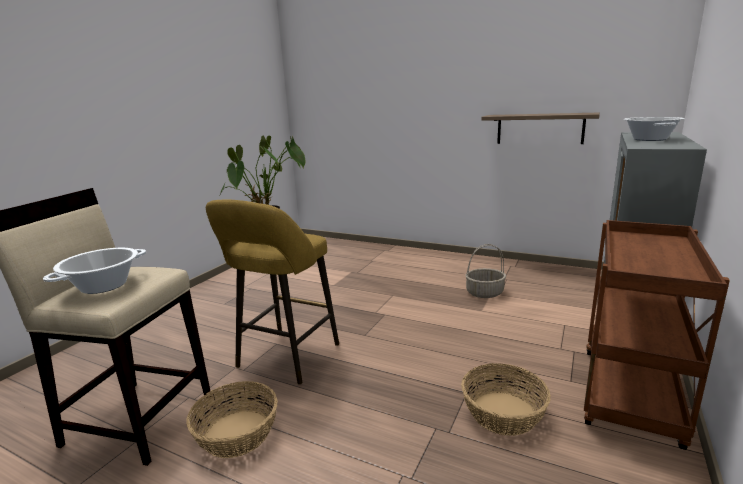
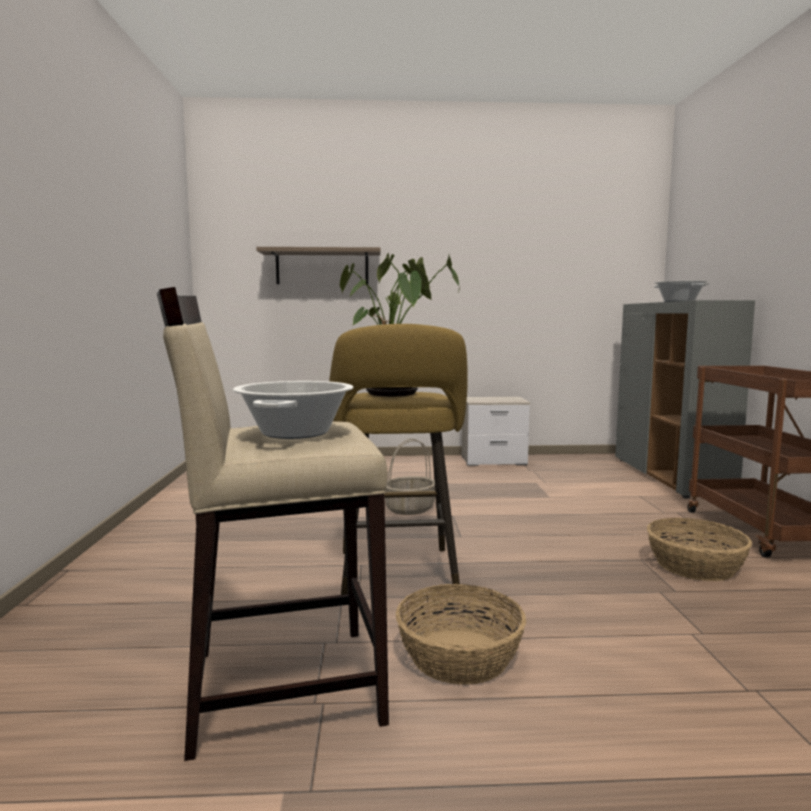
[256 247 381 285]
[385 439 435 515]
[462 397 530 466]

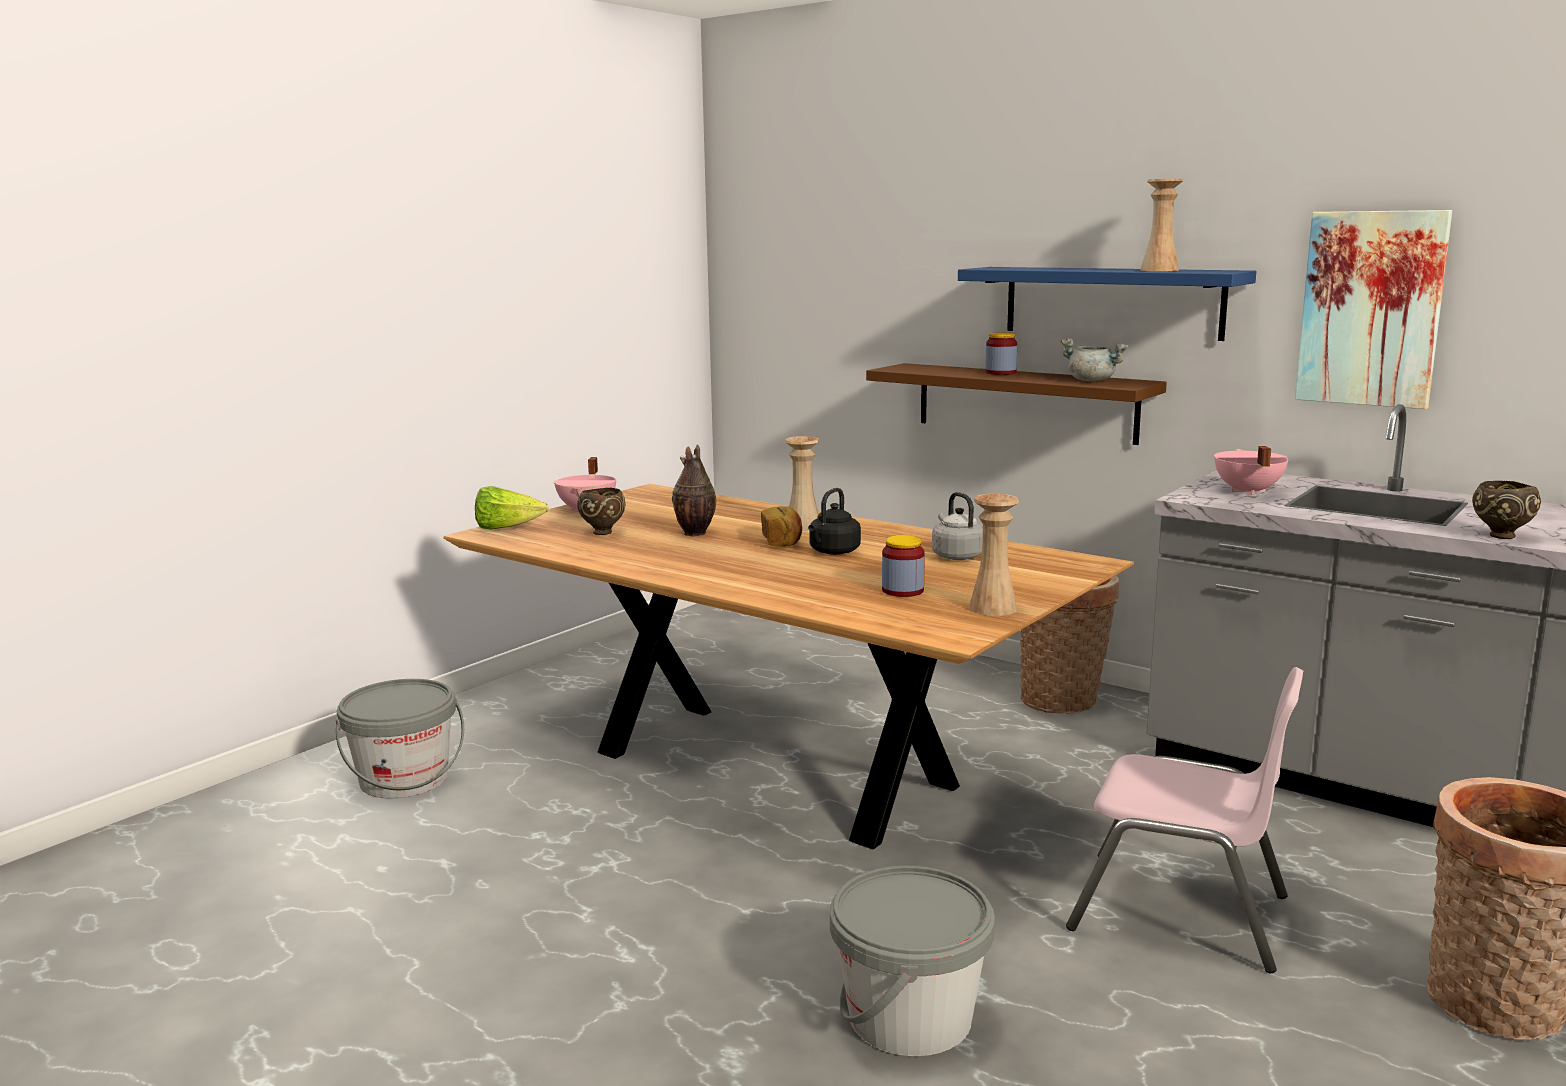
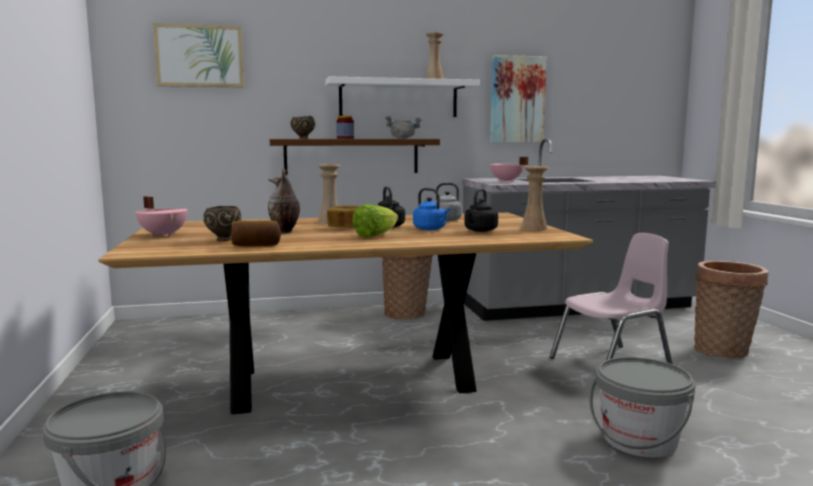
[325 76 480 117]
[291 116 315 139]
[352 204 398 237]
[464 188 498 232]
[153 23 244 88]
[413 188 450 230]
[231 220 281 247]

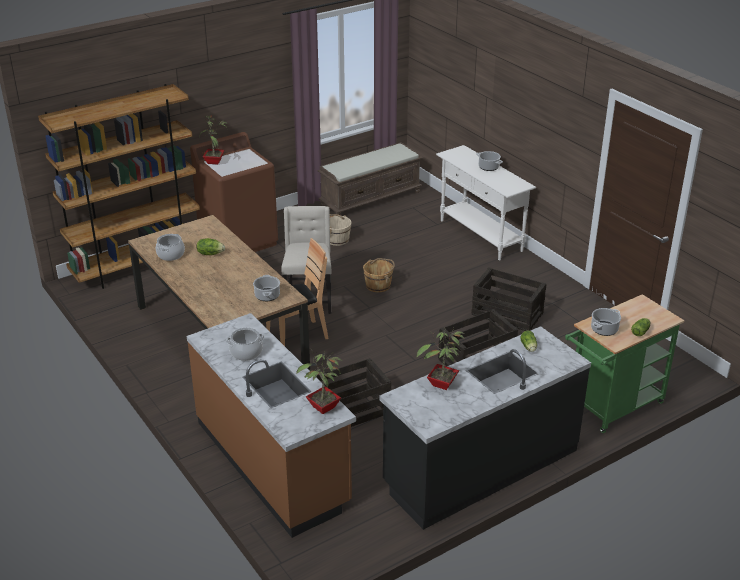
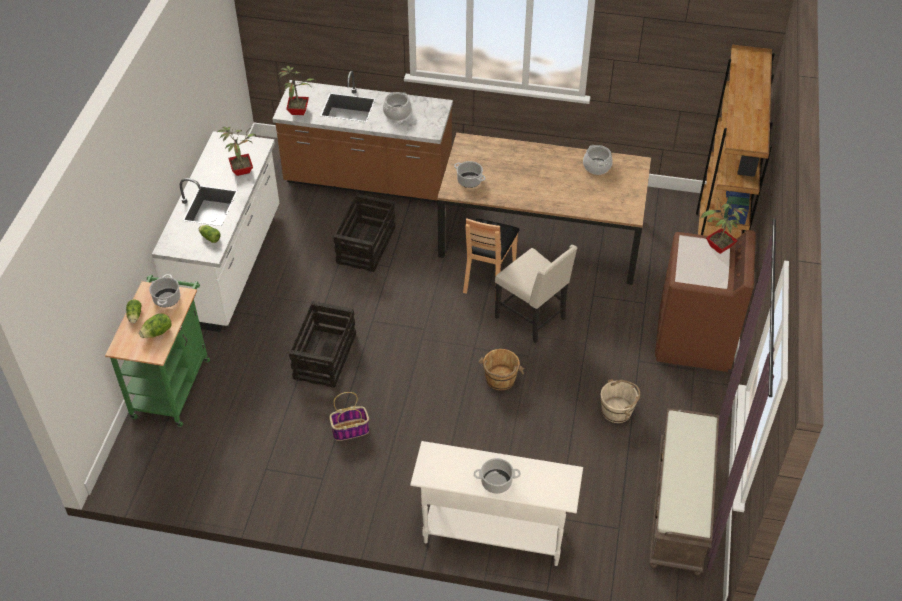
[139 313 172 338]
[329 392 369 441]
[152 131 279 332]

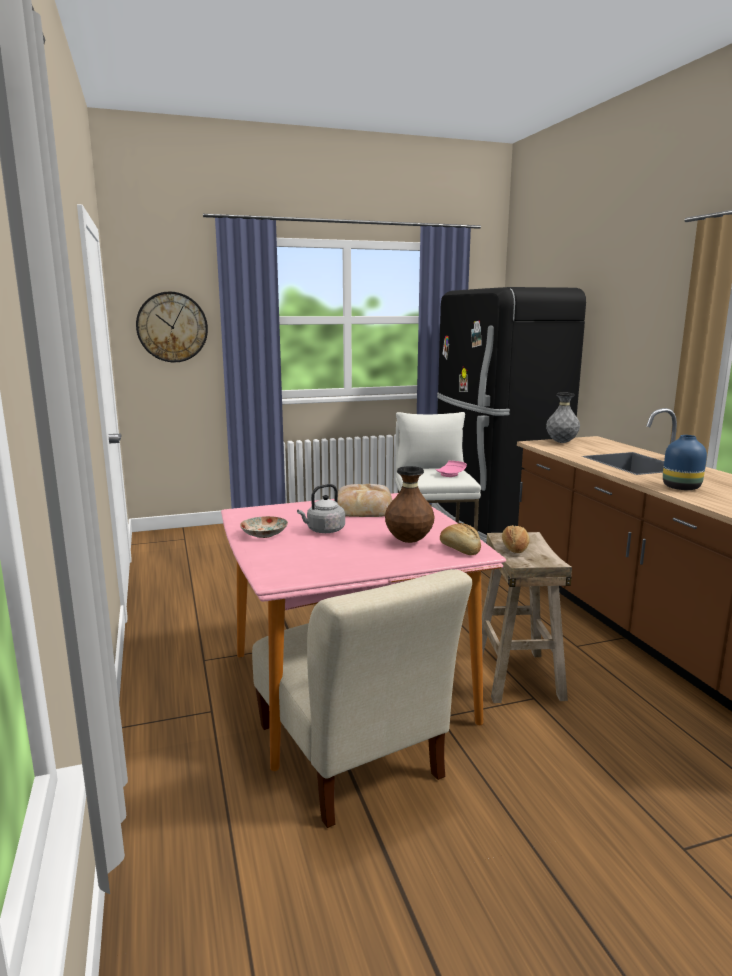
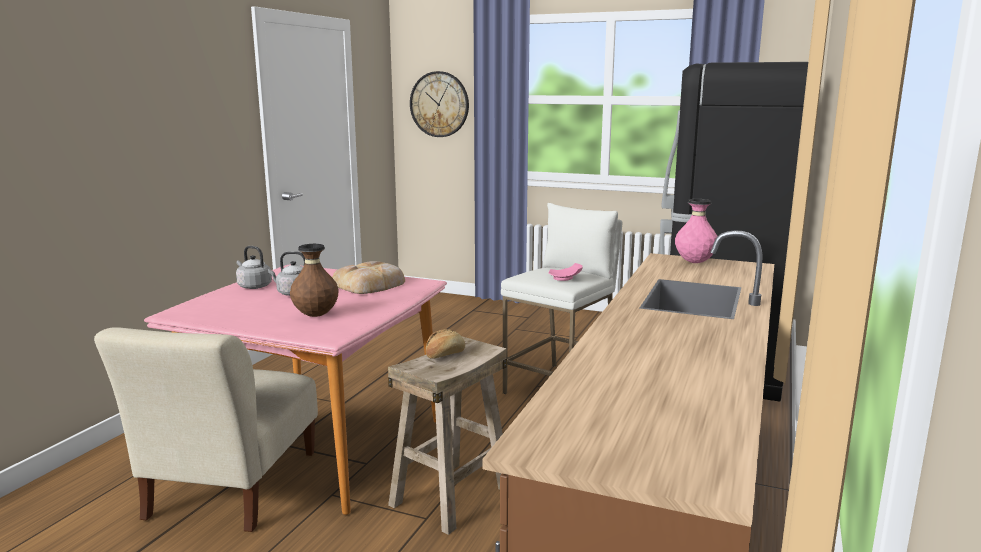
[675 199 718 263]
[663 435 707 490] (first image)
[236 246 272 289]
[440 523 481 555] (first image)

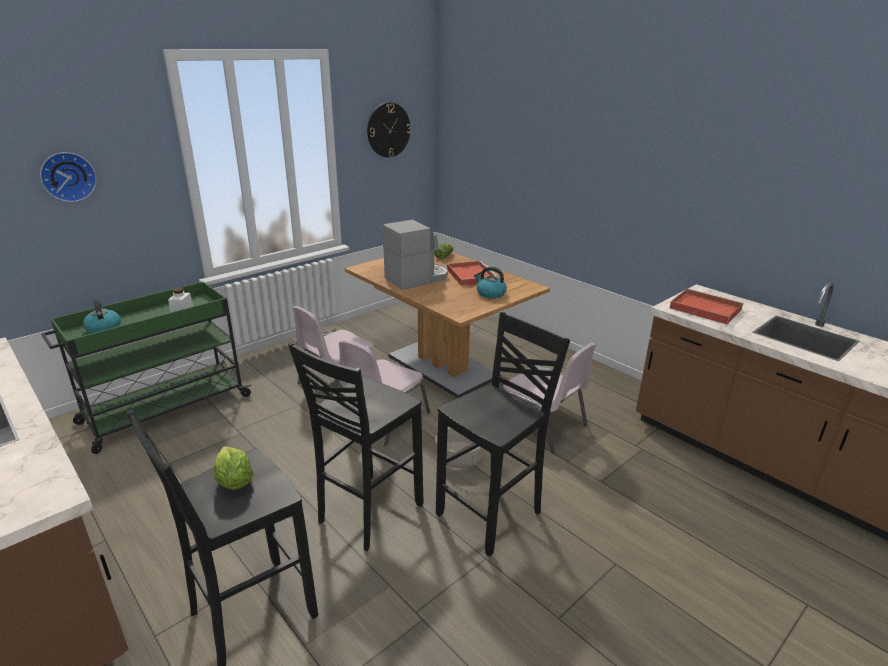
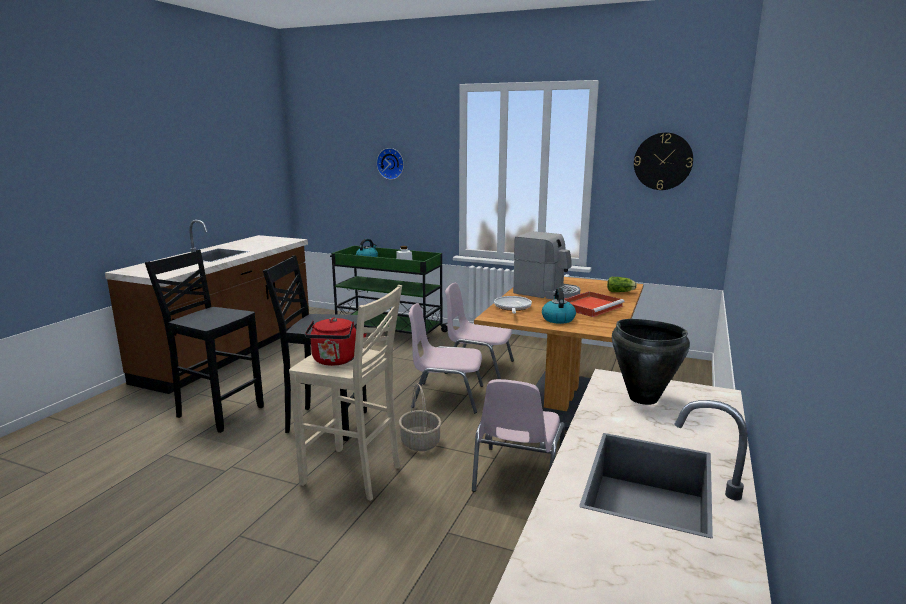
[612 319 690 405]
[289 285 402 501]
[214 446 253 490] (first image)
[494 296 532 313]
[305 317 367 366]

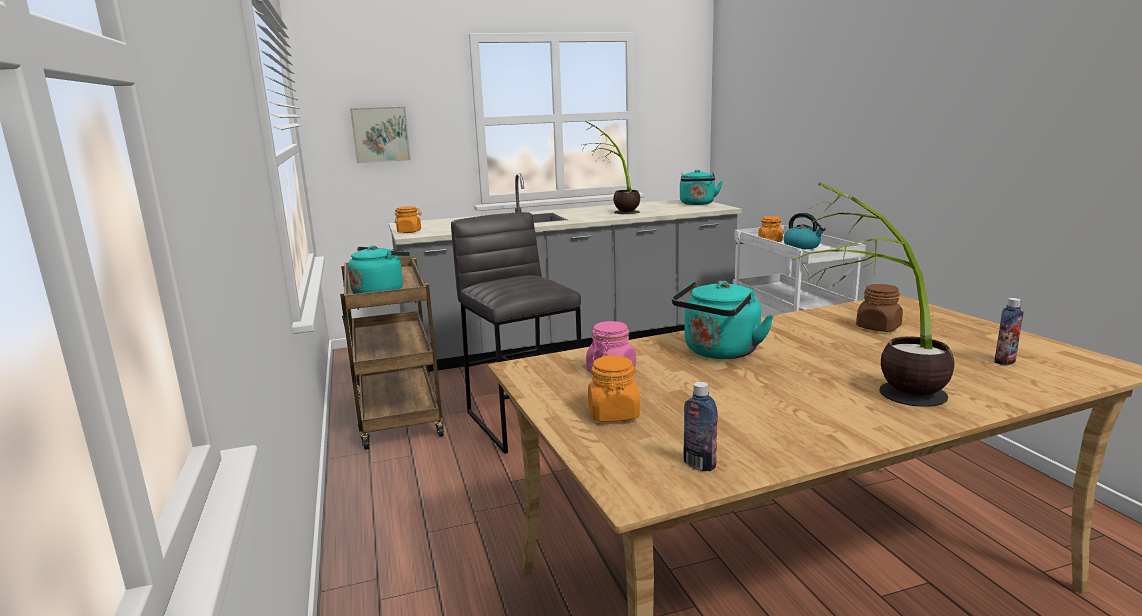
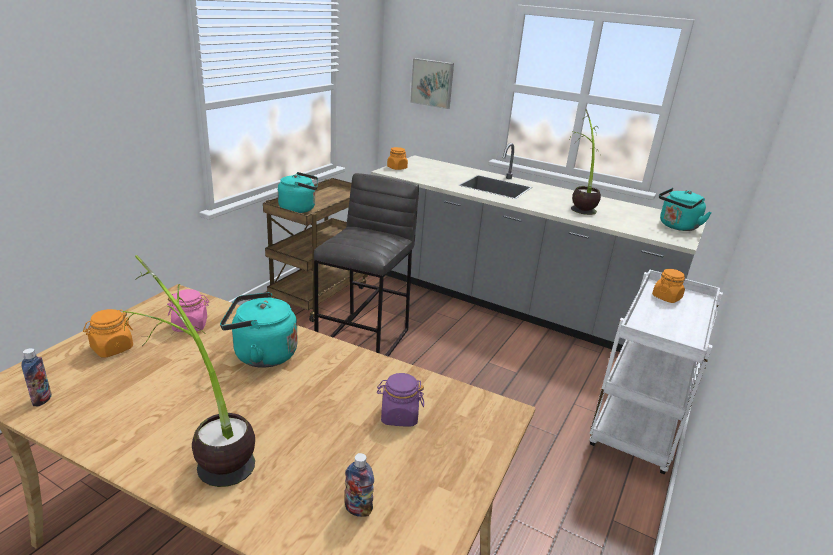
[783 213 826 249] (first image)
[377 373 424 426]

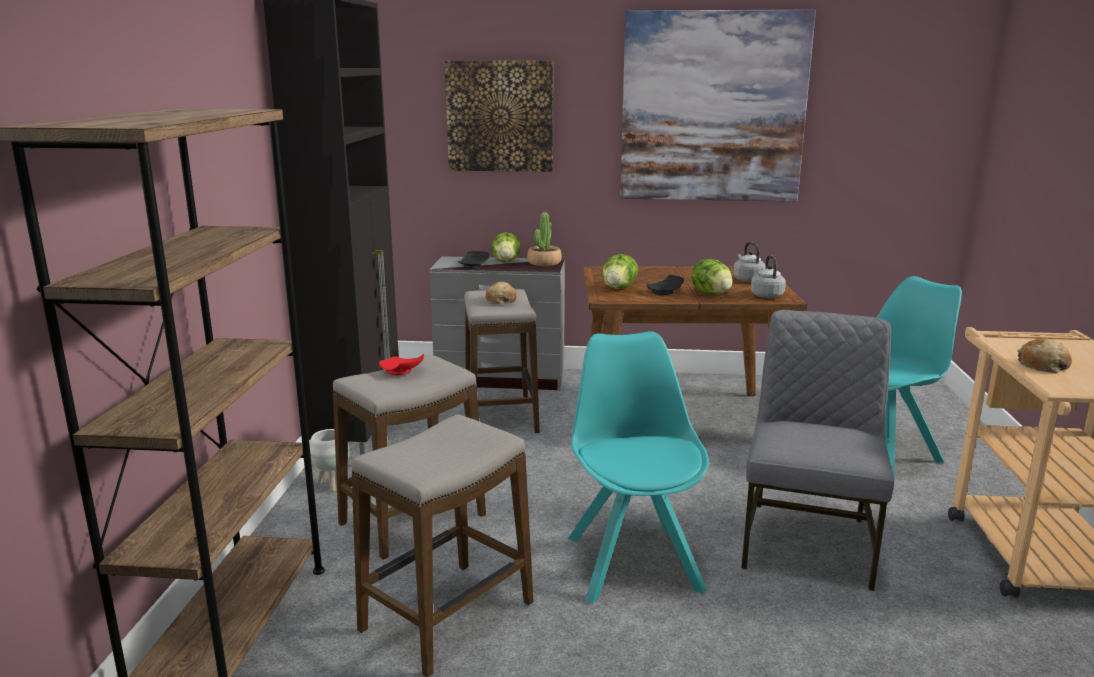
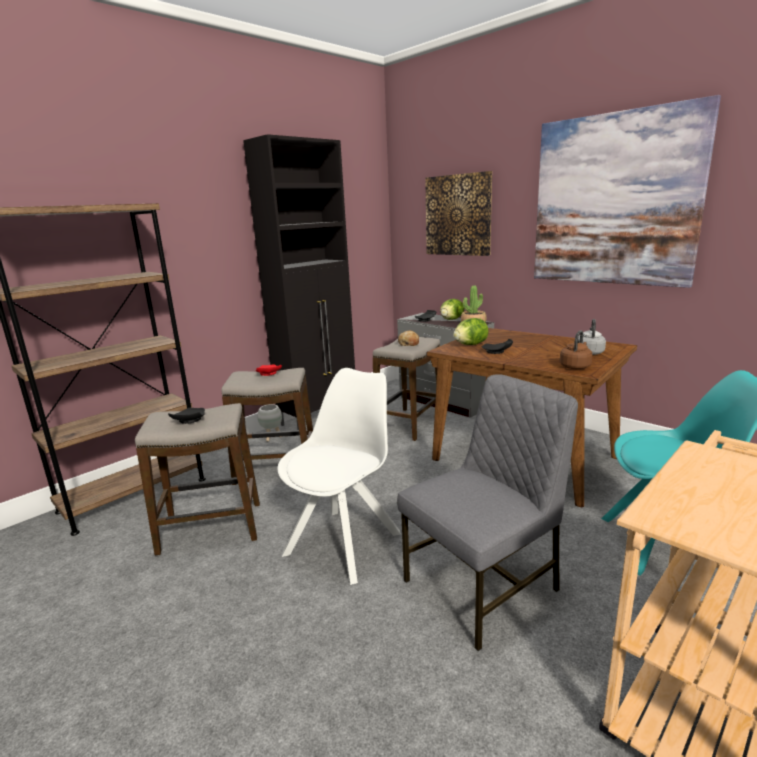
[560 330 593 369]
[691 259 733 295] (first image)
[278 368 401 585]
[1018 338 1072 373] (first image)
[168 408 205 424]

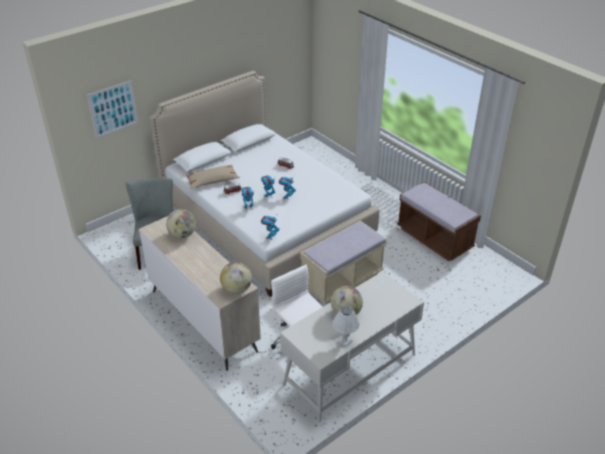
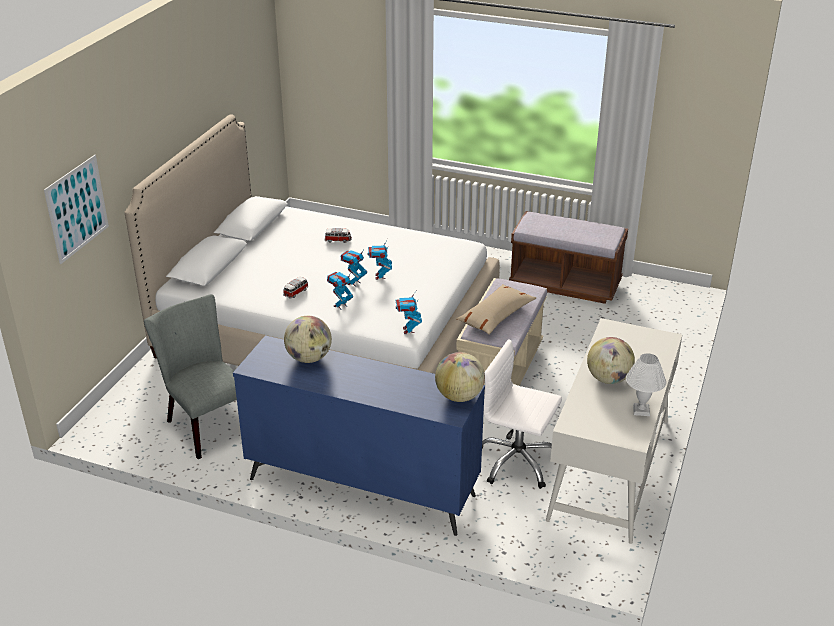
[456 284 537 334]
[233 335 485 536]

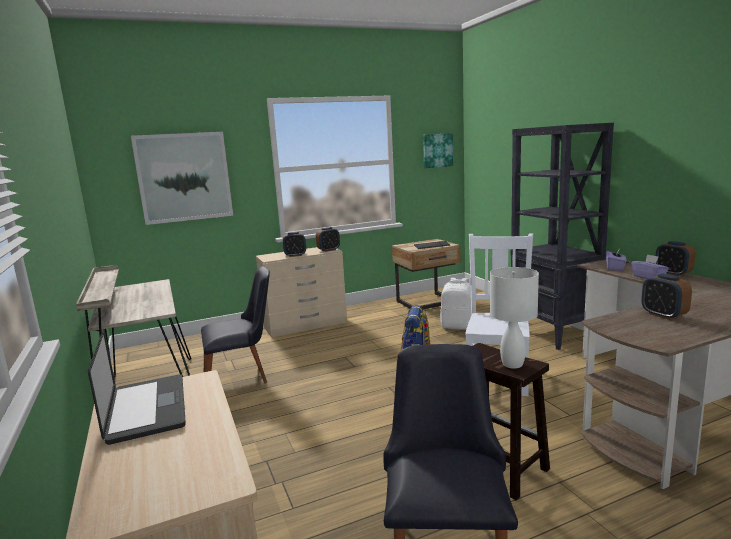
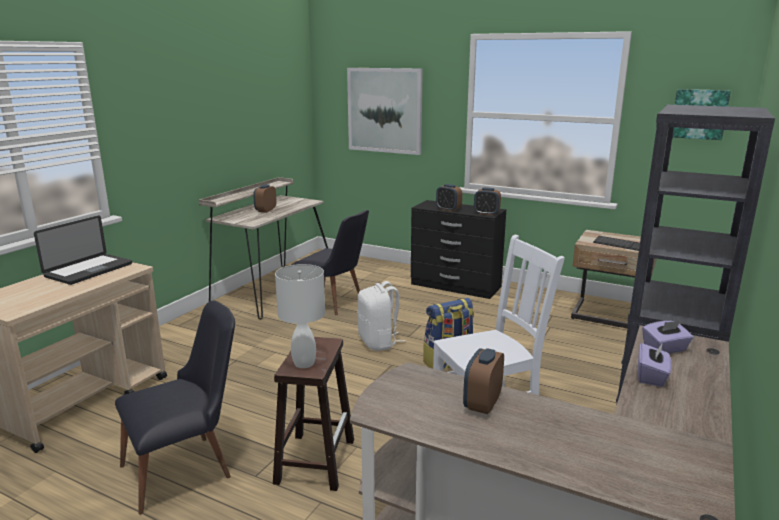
[253 184 277 213]
[411 200 506 299]
[357 281 405 351]

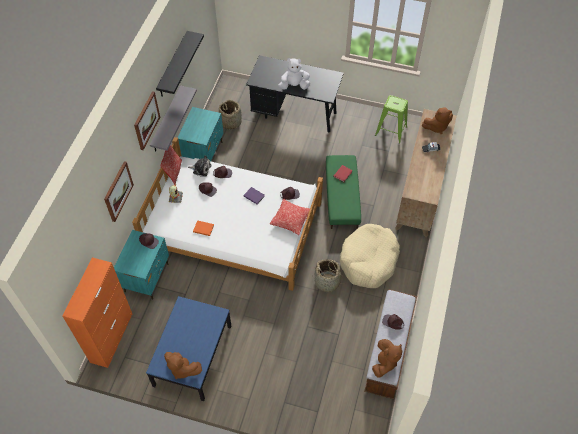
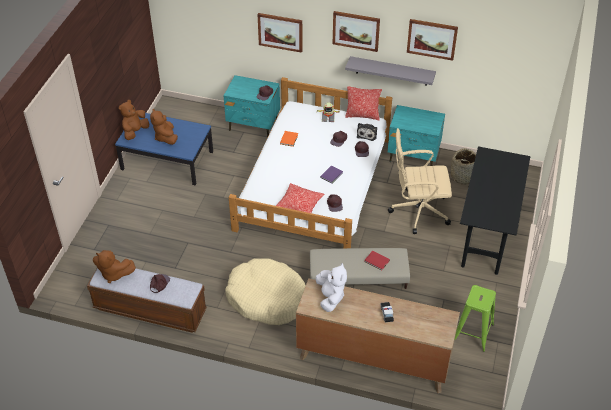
[407 19 458 61]
[316 263 347 312]
[150 108 178 145]
[310 248 410 289]
[62 257 132 368] (first image)
[312 259 345 292] (first image)
[388 128 452 234]

